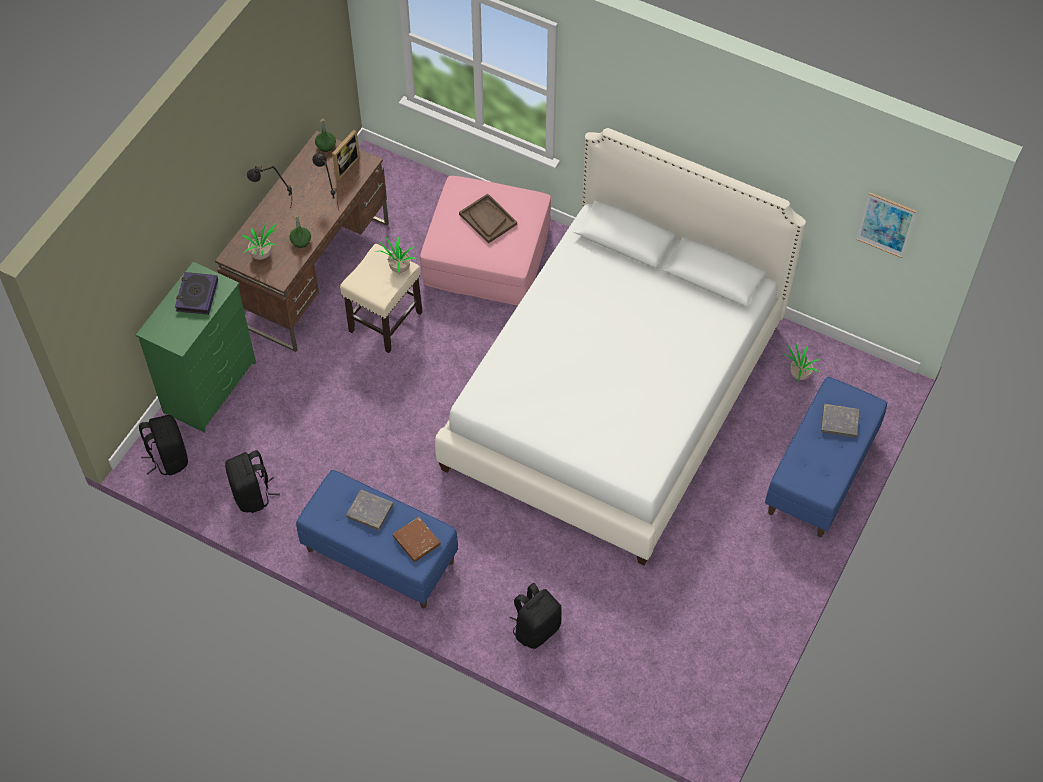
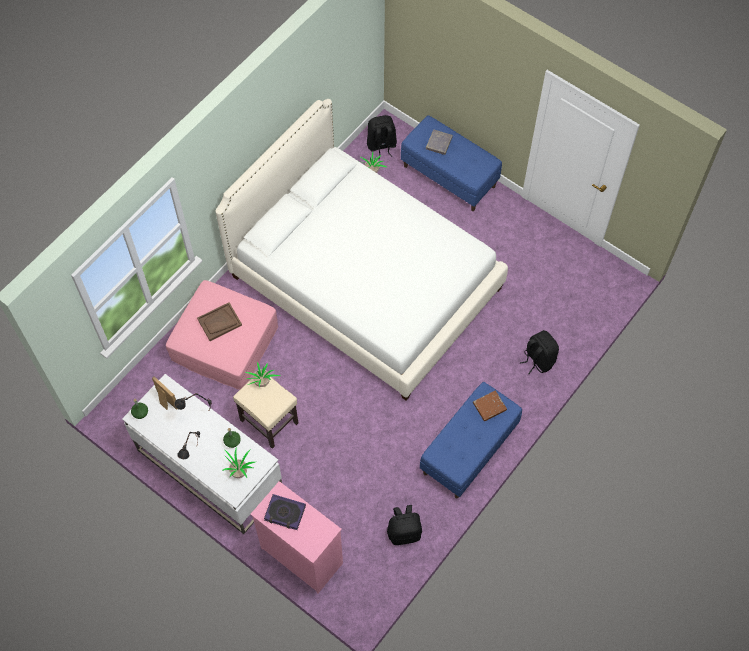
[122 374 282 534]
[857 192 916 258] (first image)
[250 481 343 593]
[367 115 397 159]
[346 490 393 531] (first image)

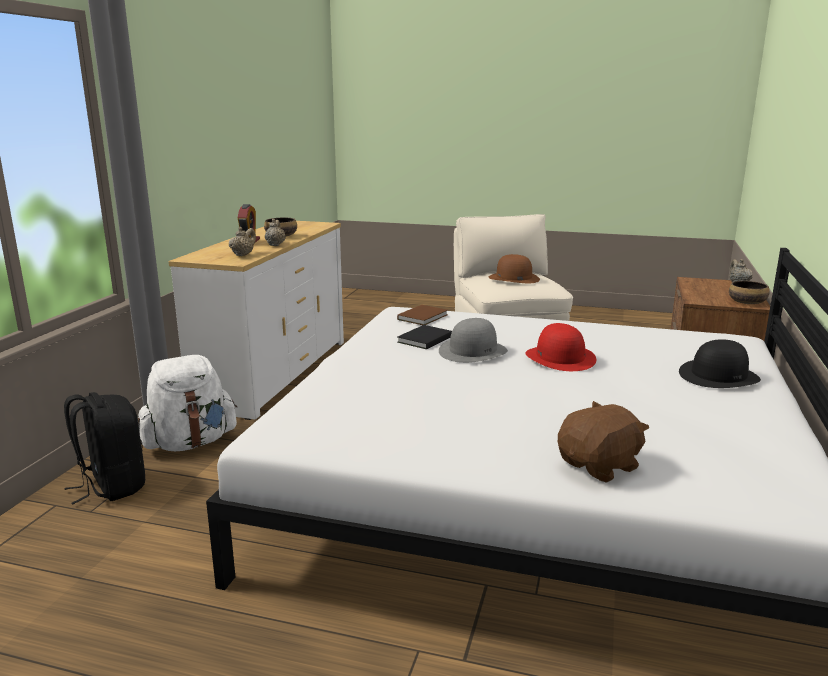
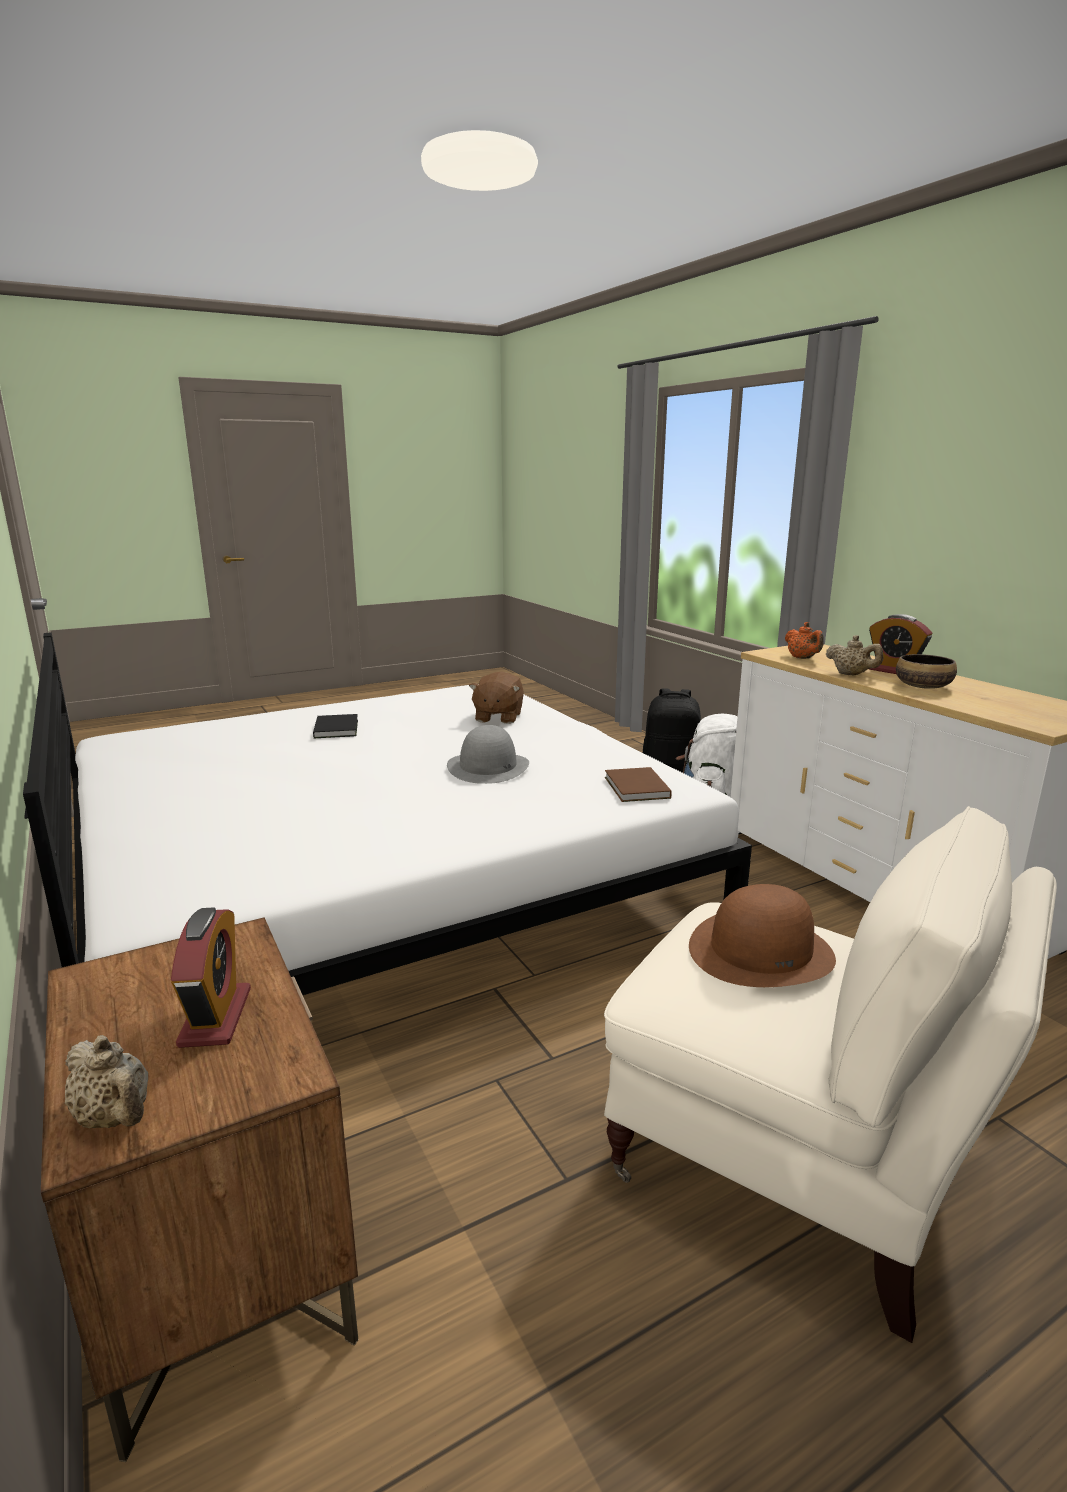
[785 622 824 659]
[729 281 770 304] (first image)
[525 323 596 371] (first image)
[313 714 358 738]
[679 339 761 388] (first image)
[469 672 524 724]
[171 907 251 1048]

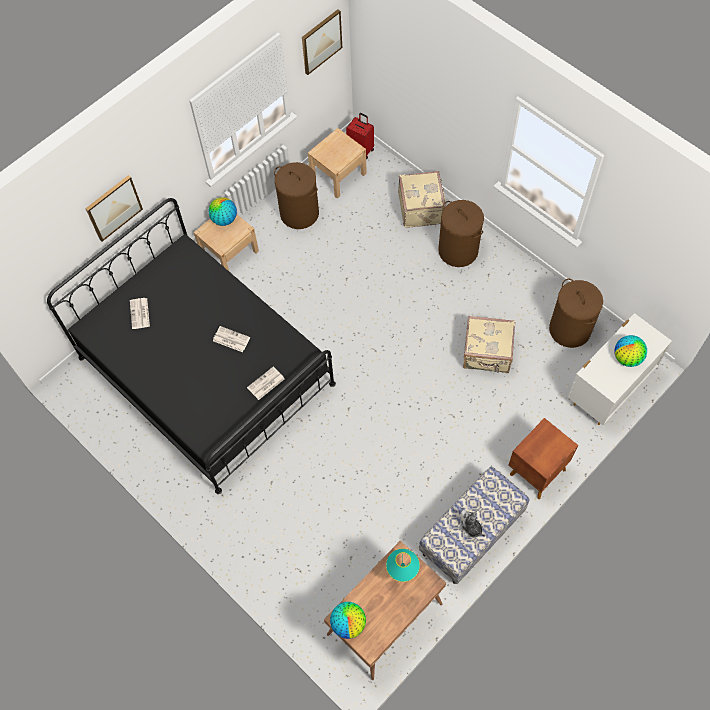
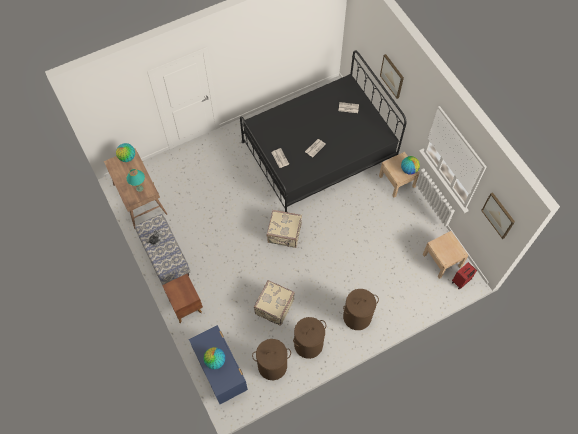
[293 317 326 359]
[267 210 302 248]
[189 325 248 404]

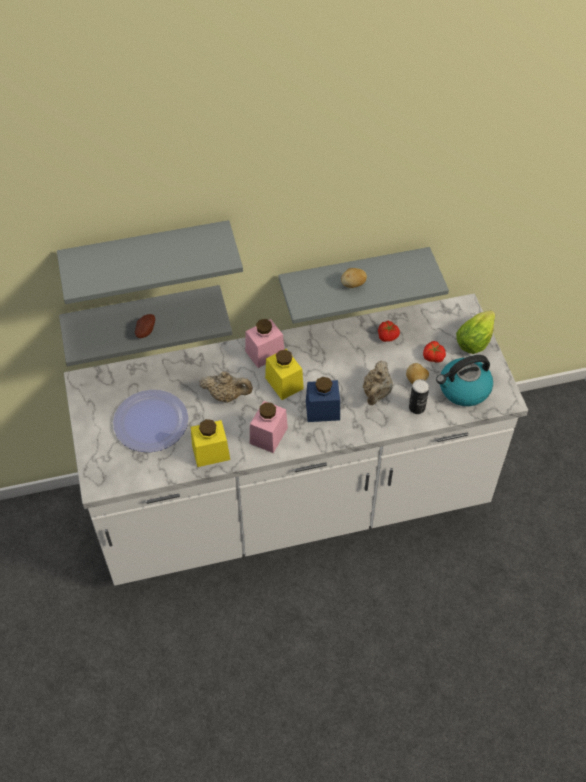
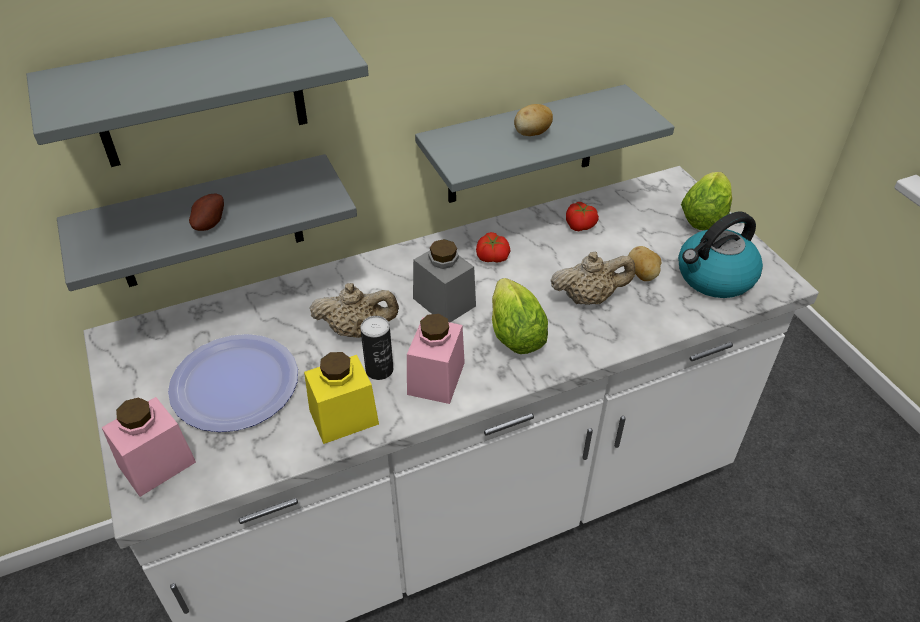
[102 397 196 497]
[476 232 511 262]
[413 239 476 322]
[551 252 635 305]
[492 278 548 354]
[360 316 393 380]

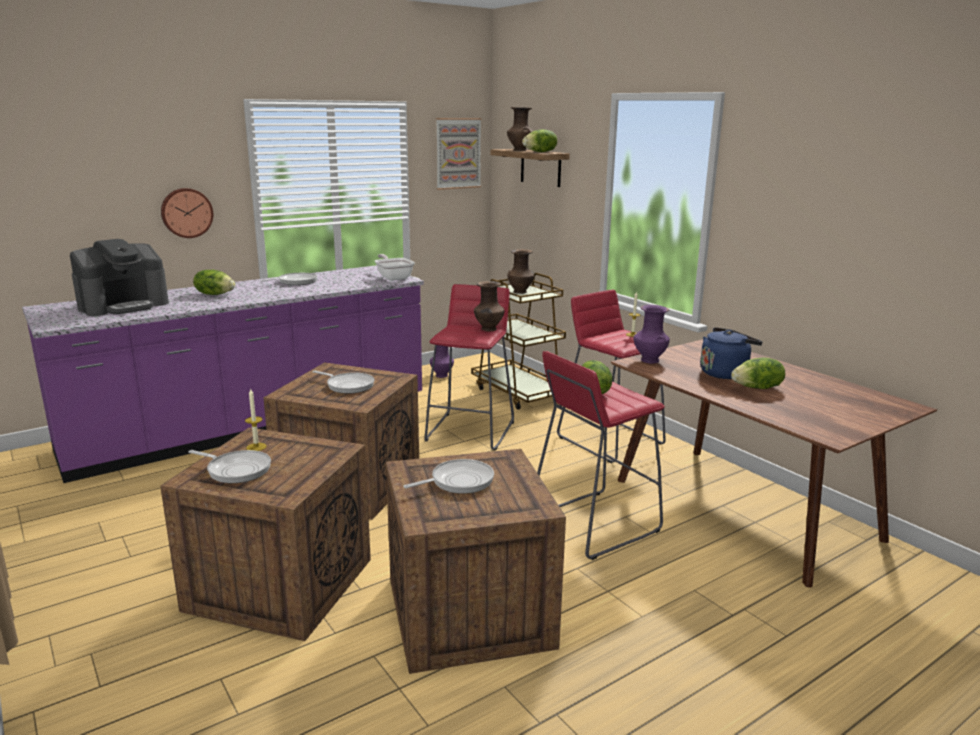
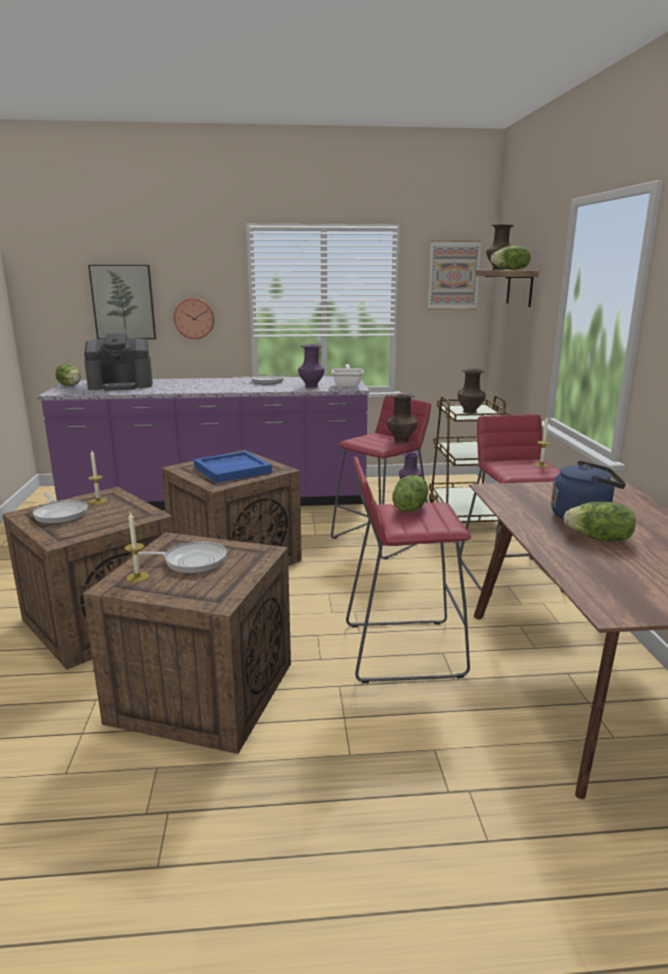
[55 364 81 386]
[298 344 325 388]
[194 451 272 483]
[88 265 156 339]
[125 512 149 582]

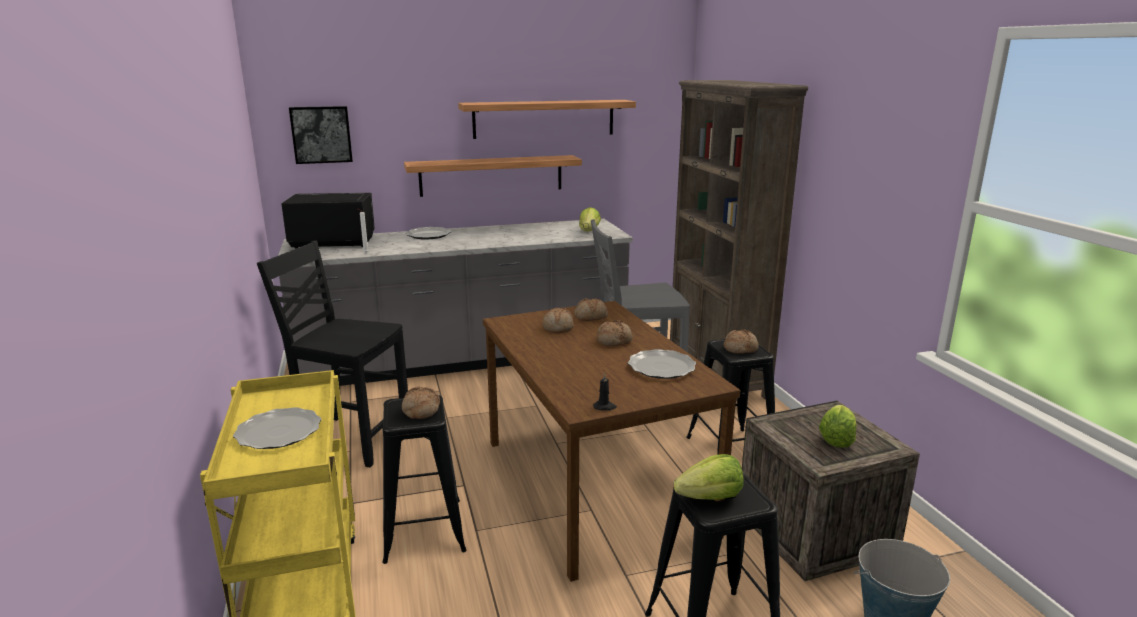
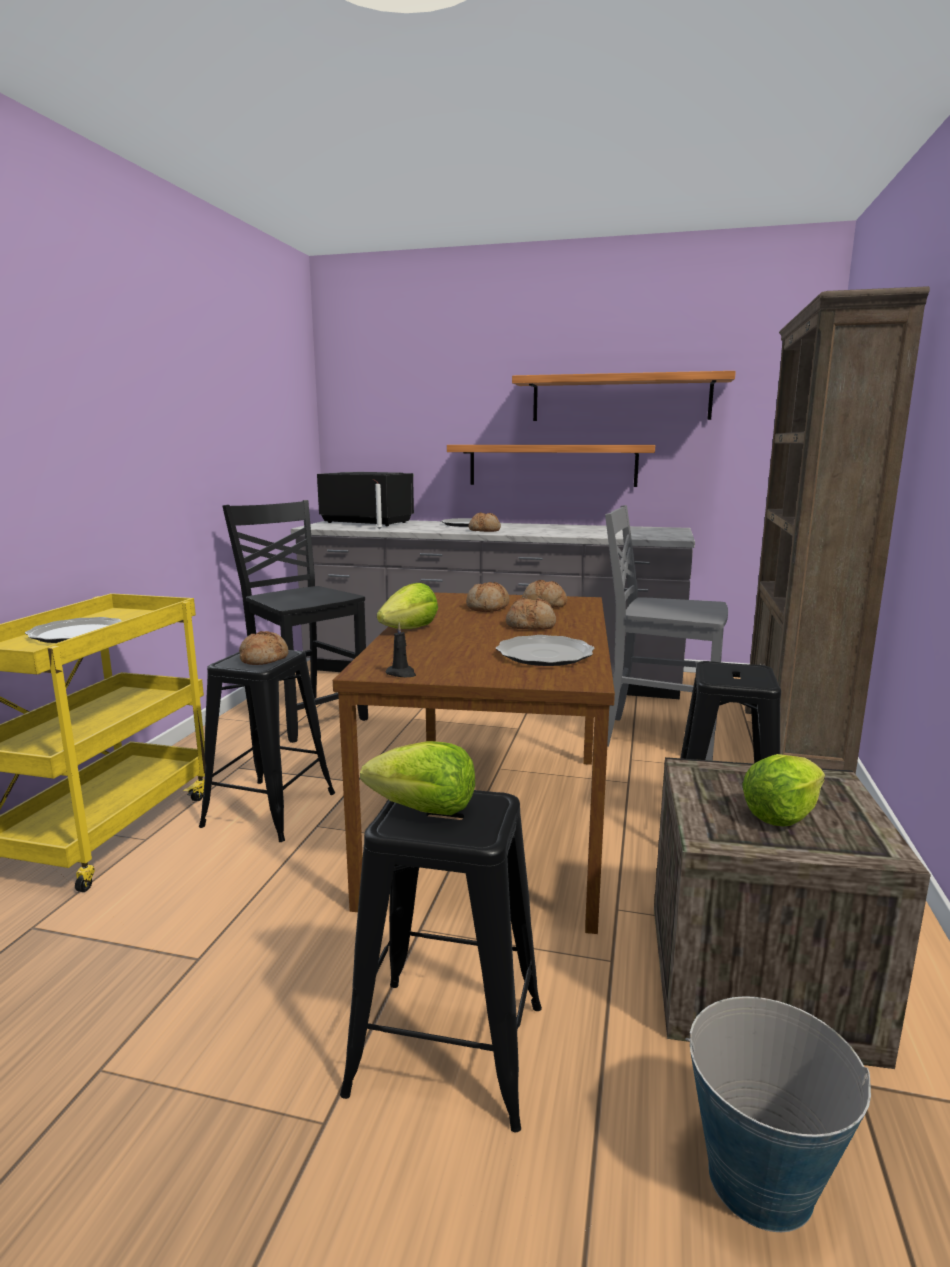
[289 106 353 164] (first image)
[377 583 438 629]
[469 512 501 532]

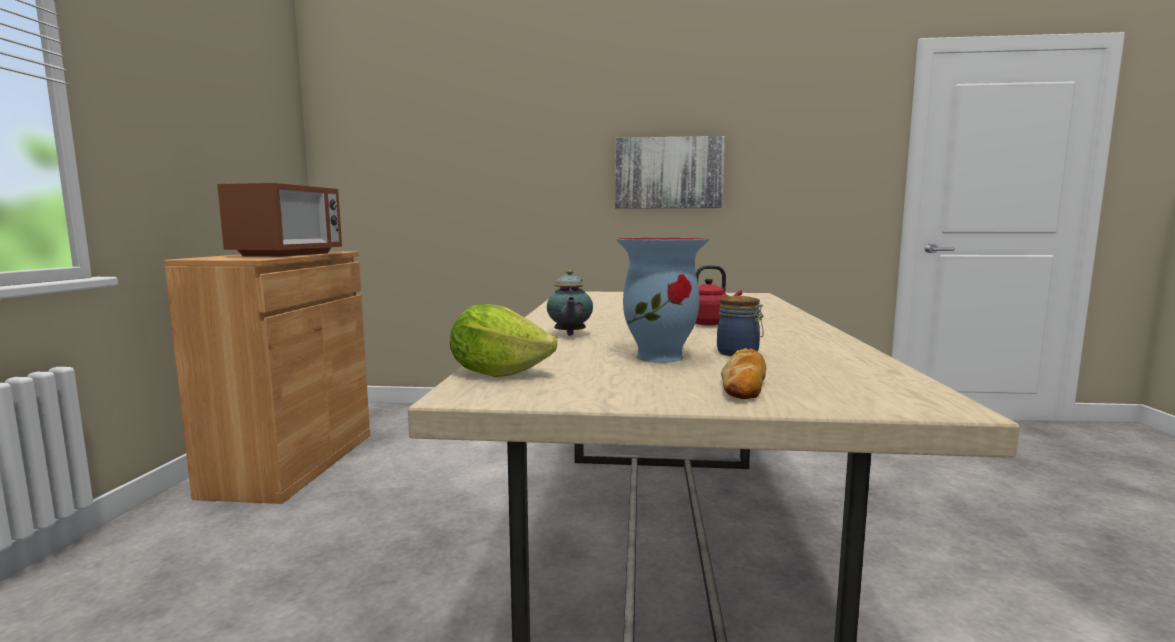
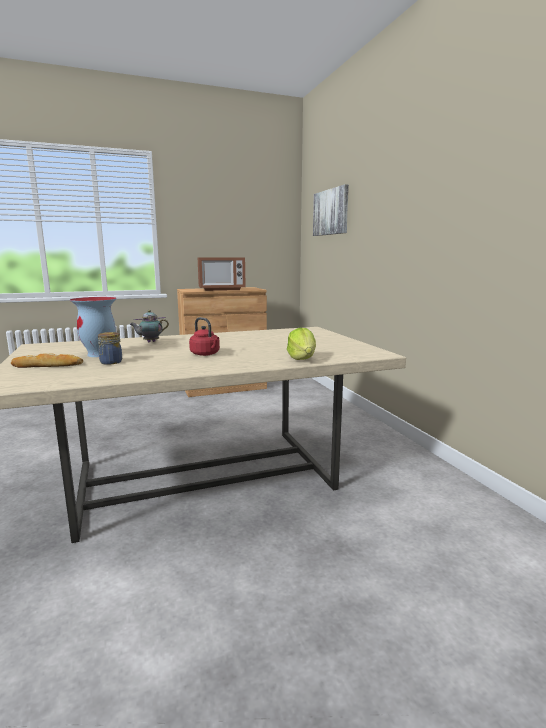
[313 184 349 236]
[287 328 316 360]

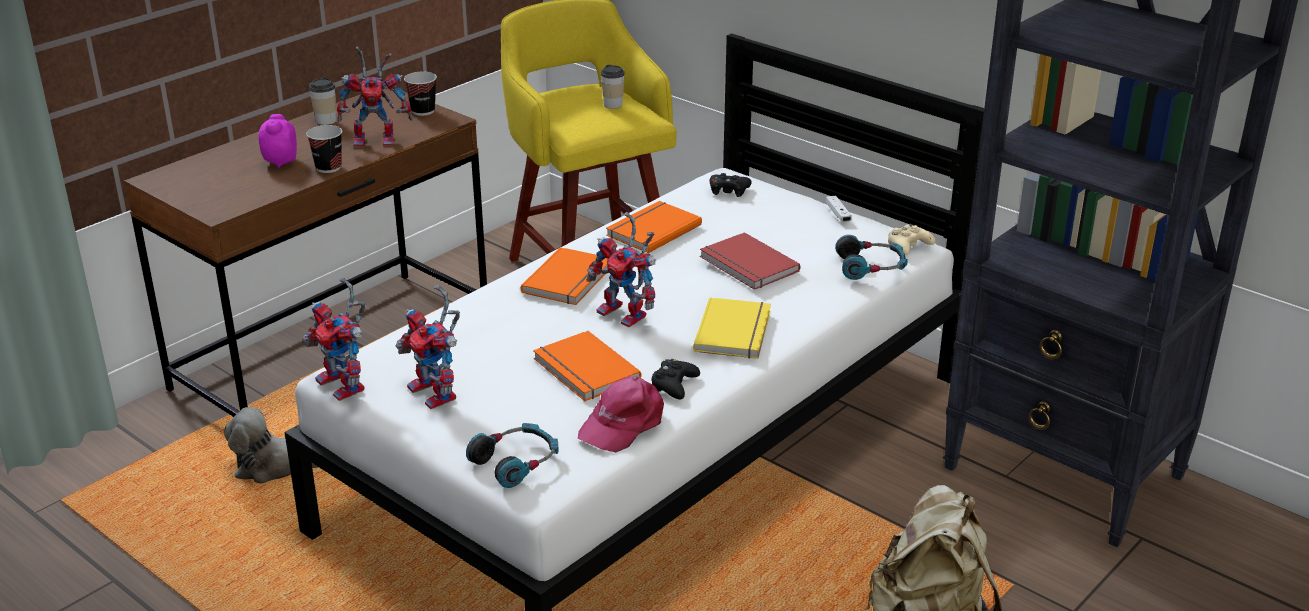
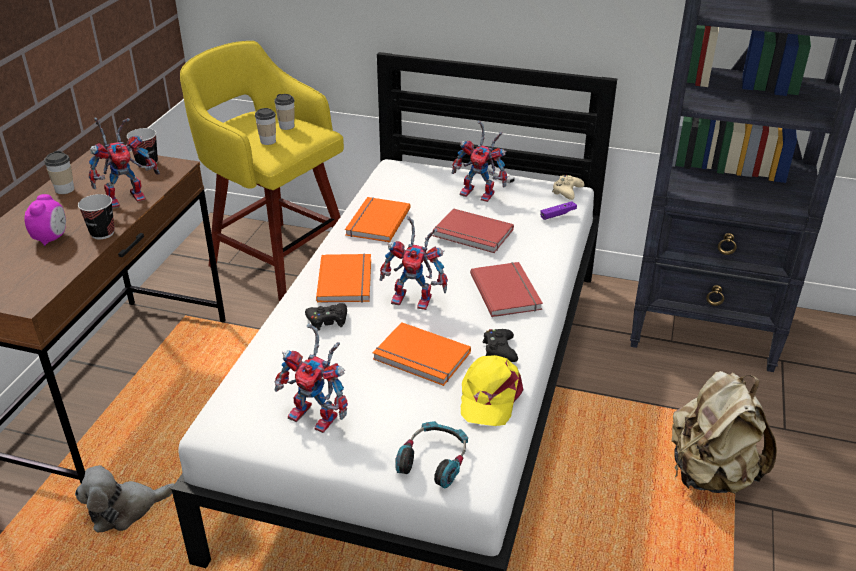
[24 194 66 246]
[305 303 347 331]
[540 201 577 220]
[452 121 507 202]
[470 262 543 317]
[461 355 523 426]
[255 108 276 145]

